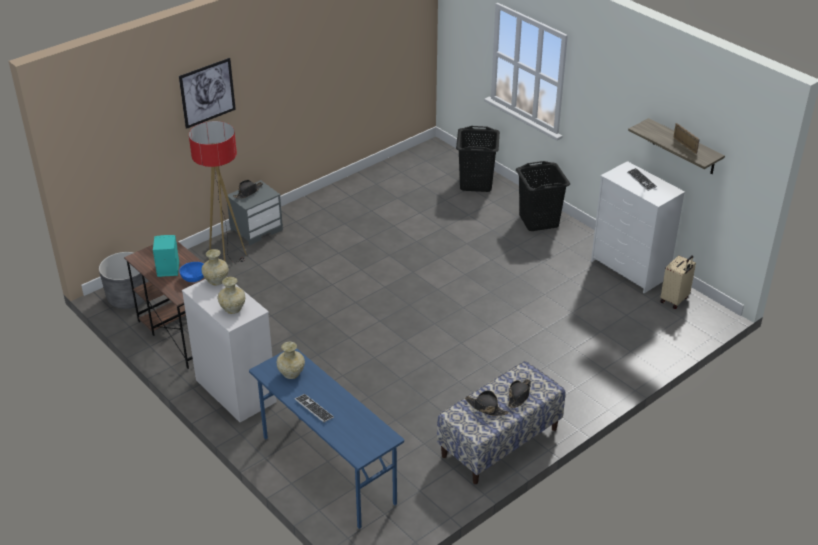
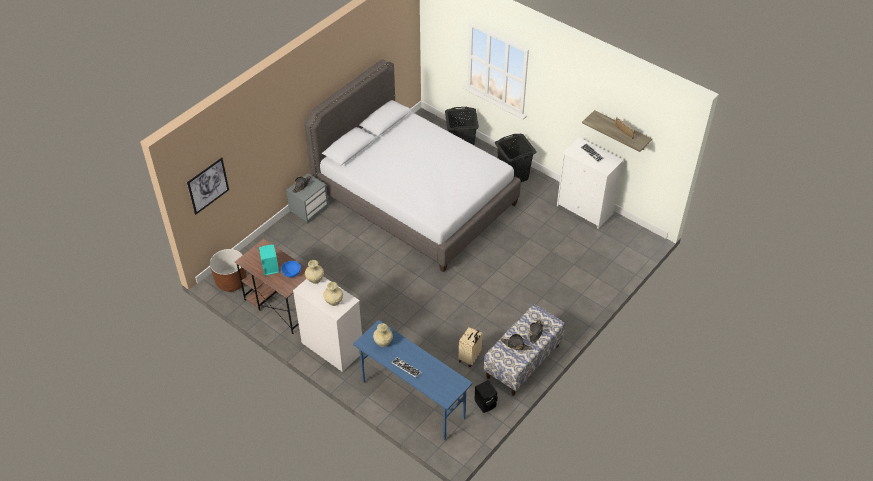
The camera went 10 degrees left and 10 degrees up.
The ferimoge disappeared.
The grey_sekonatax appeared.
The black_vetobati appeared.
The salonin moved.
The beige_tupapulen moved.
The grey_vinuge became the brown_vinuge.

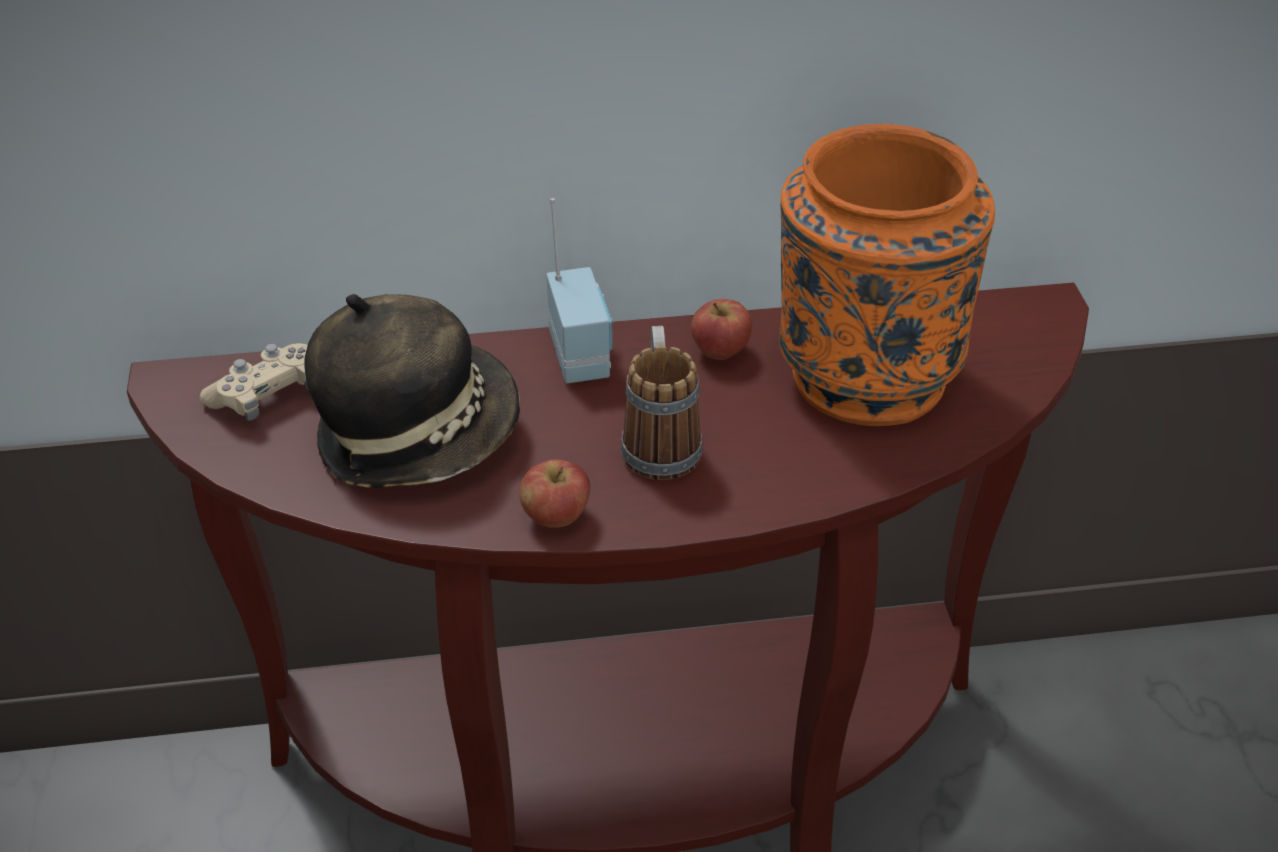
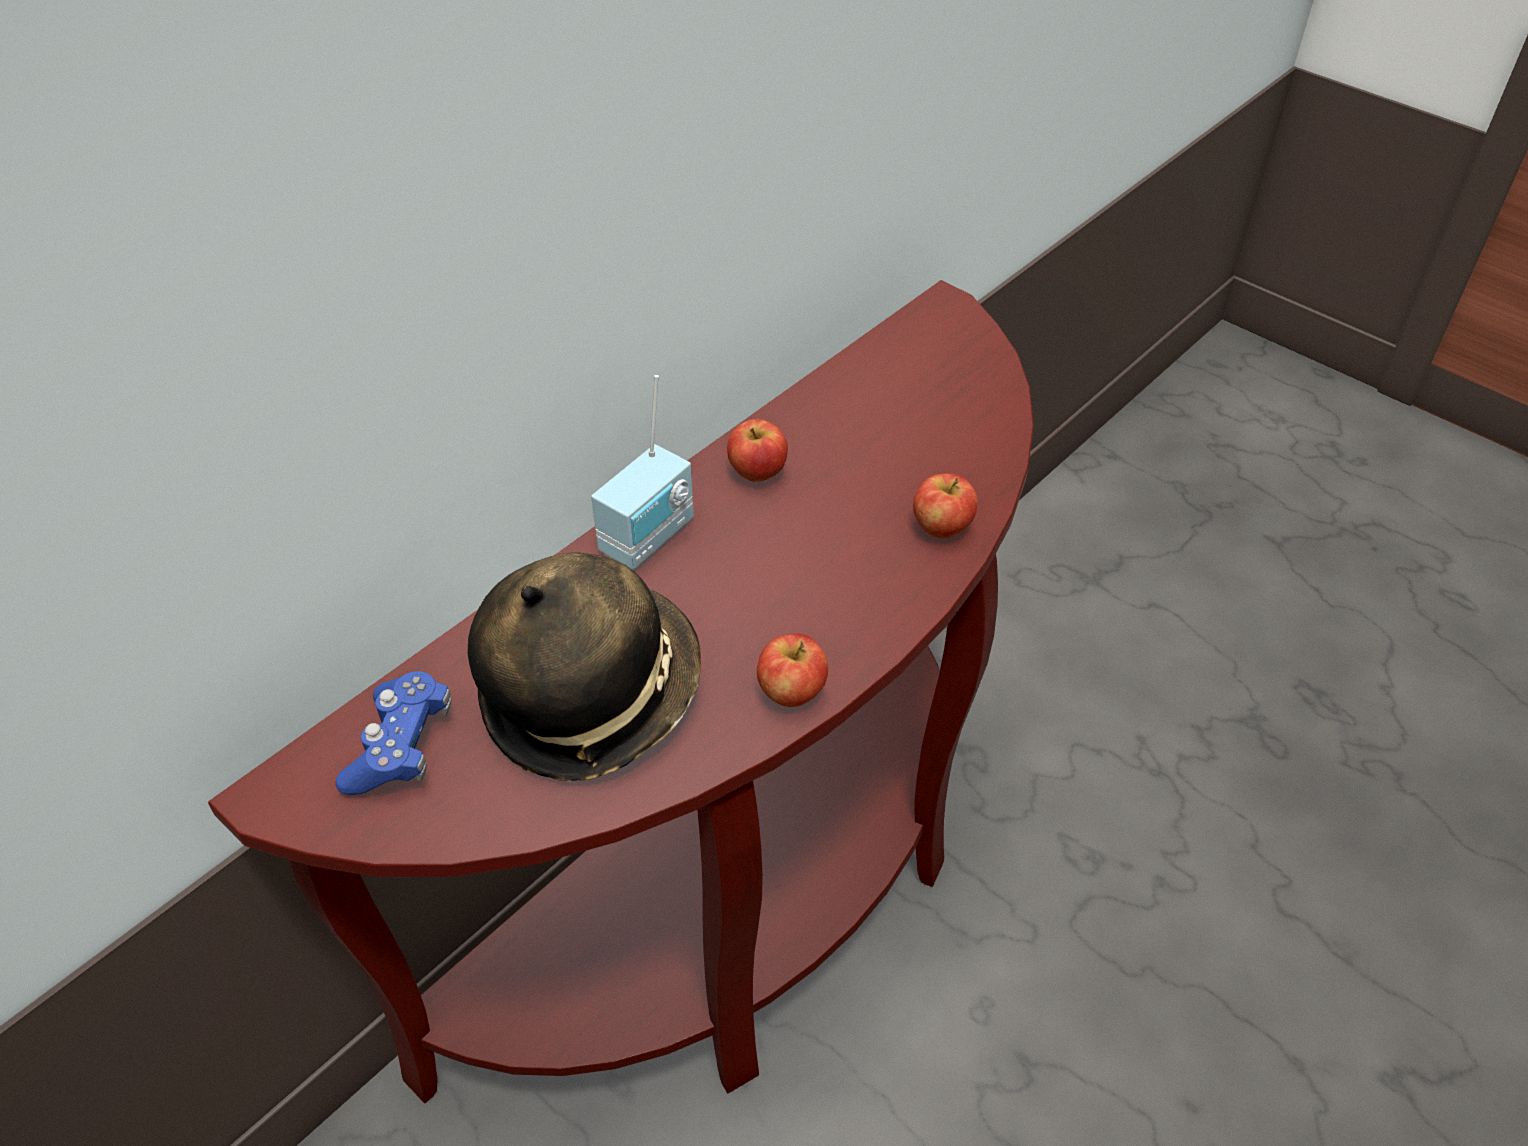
The camera went 40 degrees left and 5 degrees up.
The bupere disappeared.
The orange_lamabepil disappeared.
The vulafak (no. 3 from left) appeared.
The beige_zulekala became the blue_zulekala.
The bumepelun turned 90 degrees clockwise.

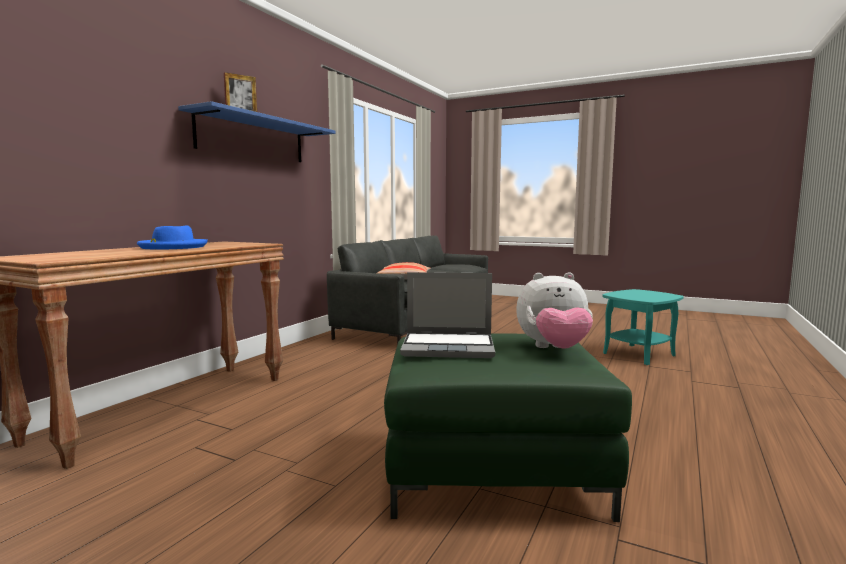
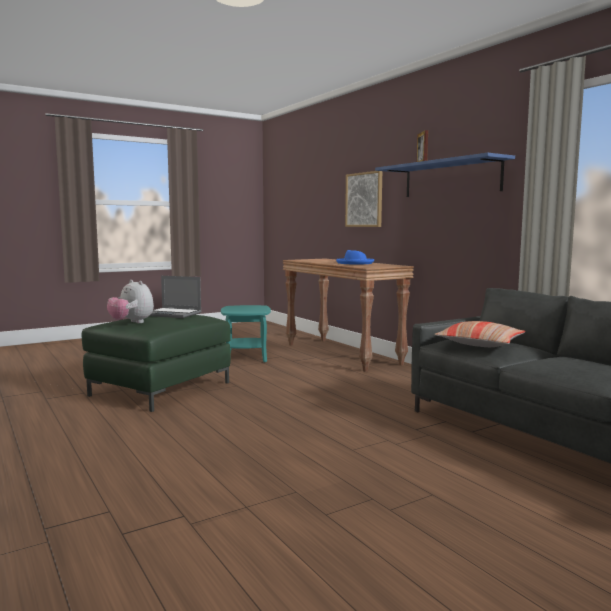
The camera went 120 degrees right and 0 degrees up.
The salonin appeared.
The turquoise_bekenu moved.
The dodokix turned 105 degrees counterclockwise.
The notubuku turned 75 degrees counterclockwise.

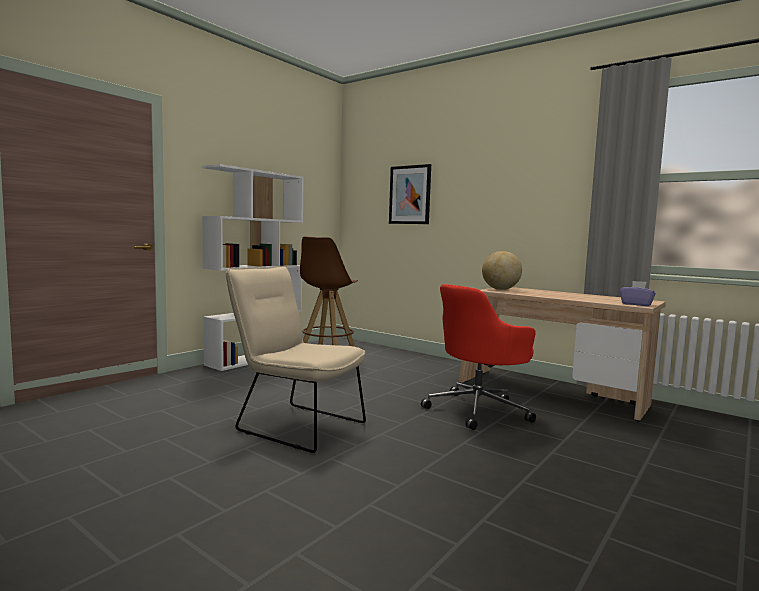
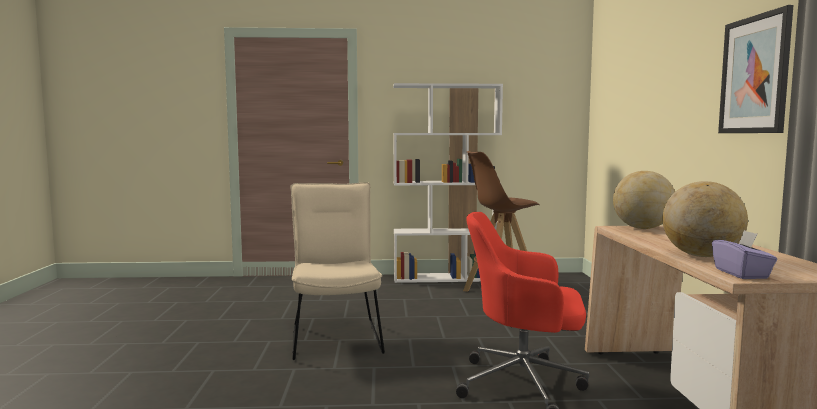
The camera went 50 degrees right and 0 degrees up.
The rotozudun (no. 2 from left) appeared.
The salonin moved.

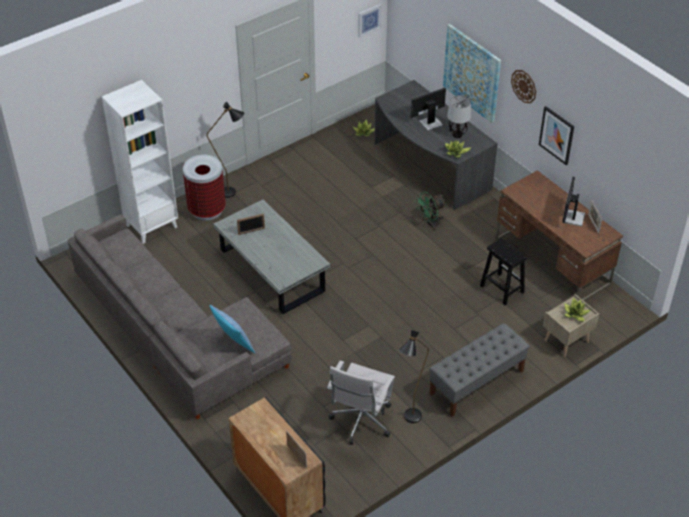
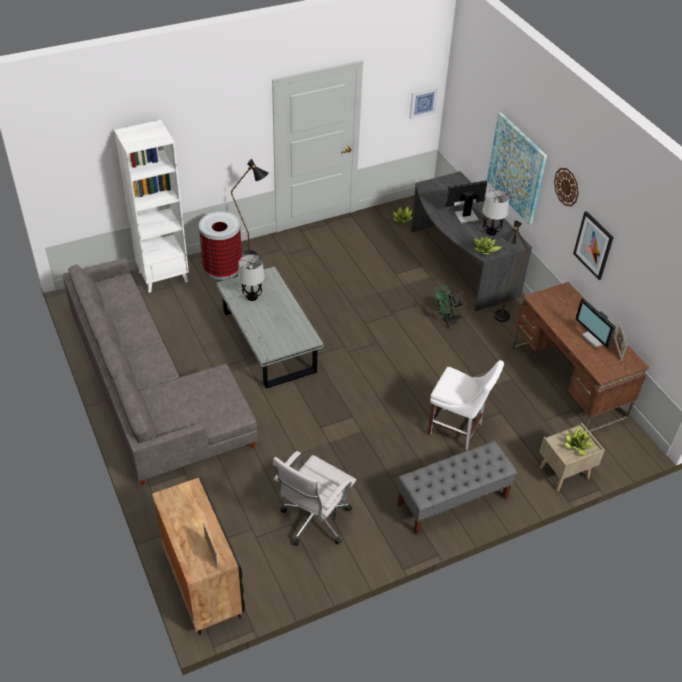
The camera went 10 degrees right and 0 degrees up.
The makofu disappeared.
The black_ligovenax disappeared.
The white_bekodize appeared.
The black_ferimoge (no. 2 from left) moved.
The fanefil (no. 1 from left) was replaced by the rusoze (no. 1 from left).
The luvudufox (no. 2 from left) turned 60 degrees counterclockwise.

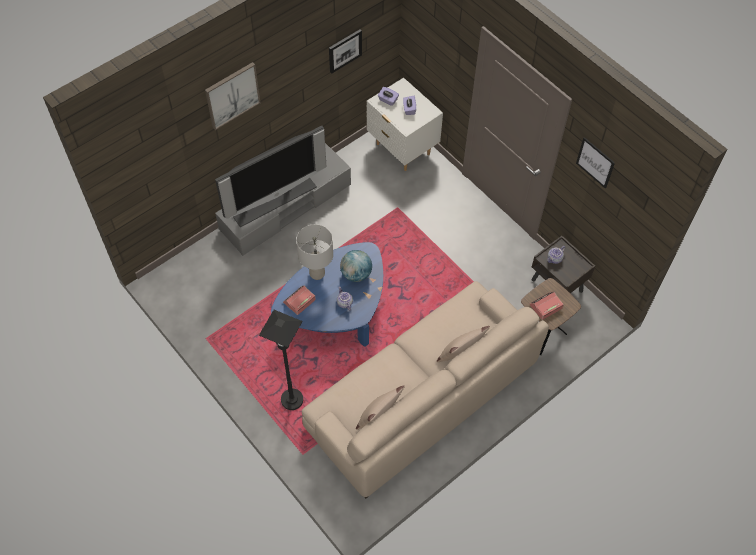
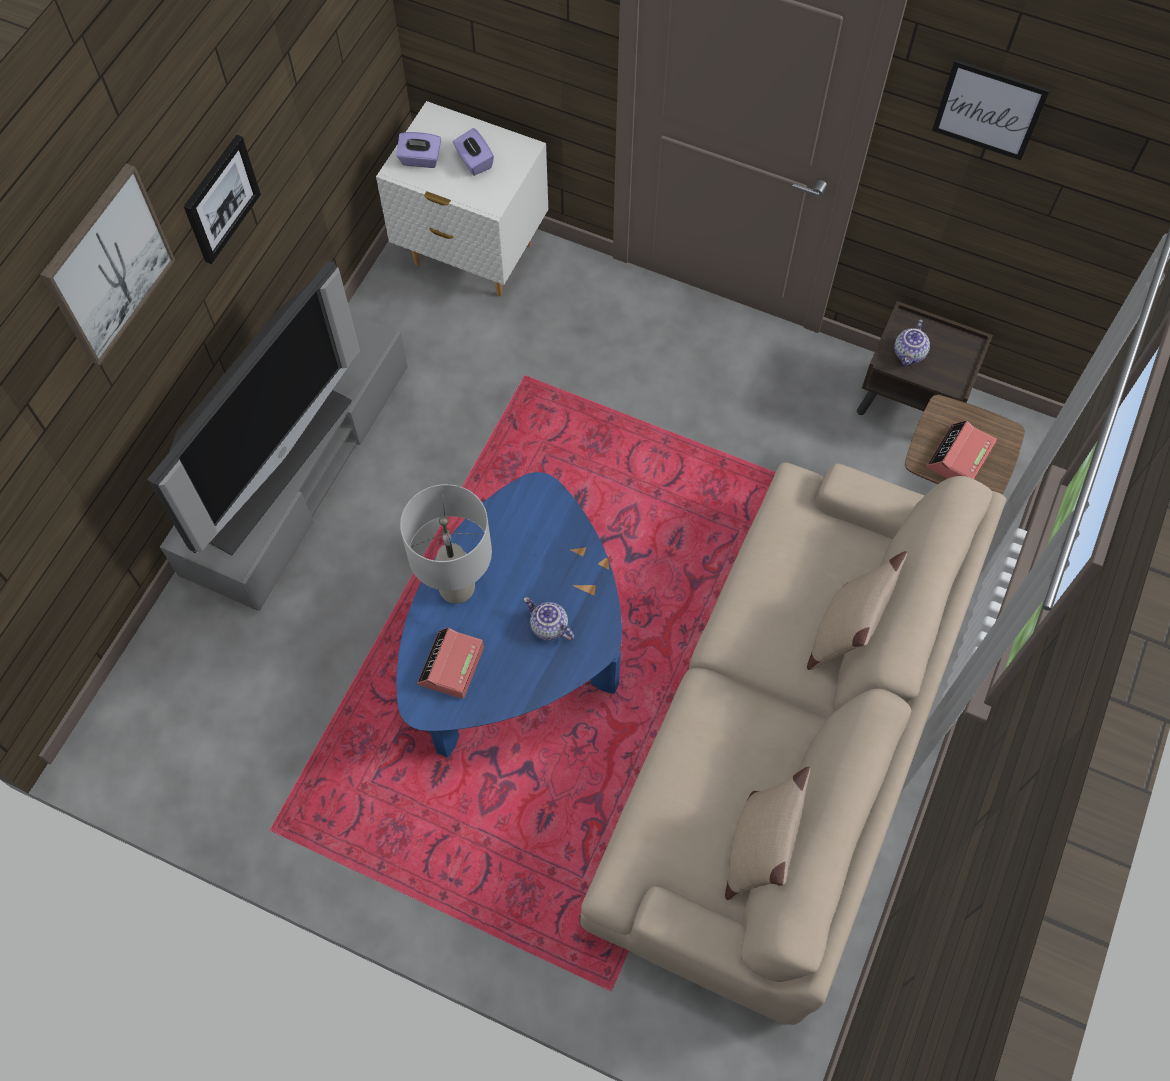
The camera went 25 degrees left and 5 degrees up.
The black_ferimoge disappeared.
The rotozudun disappeared.
The salonin (no. 2 from left) moved.

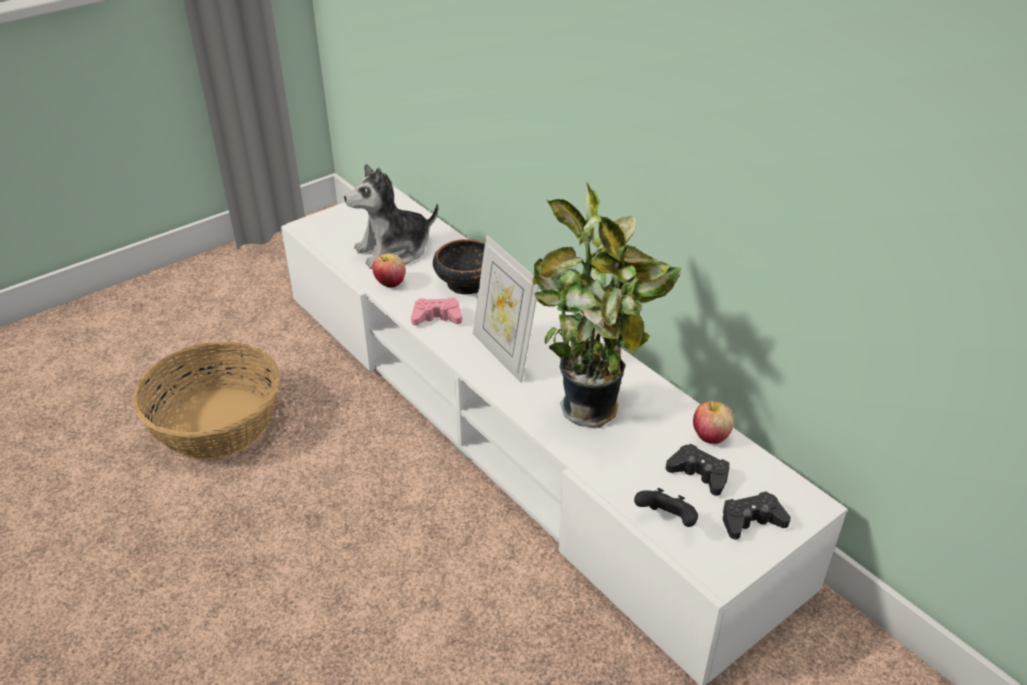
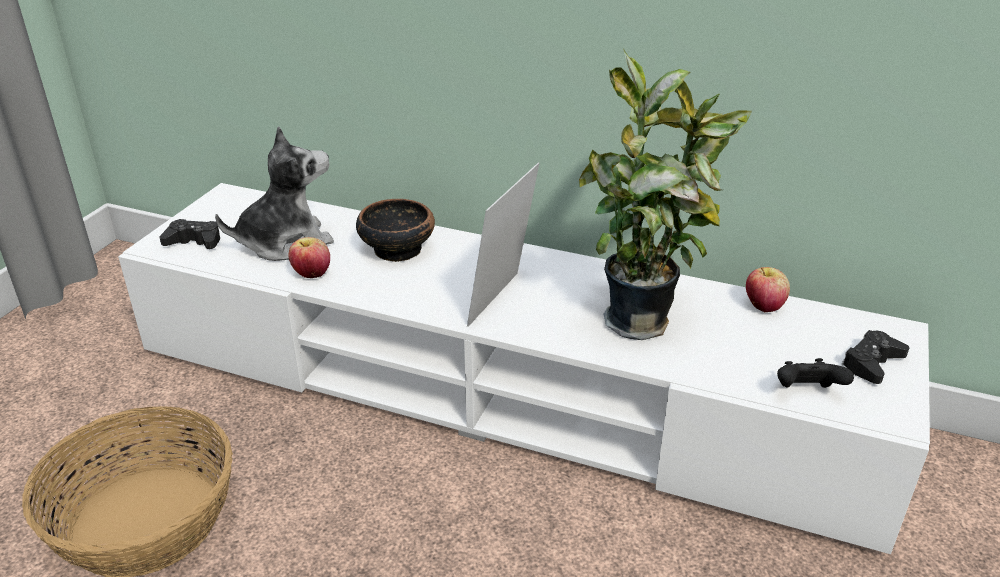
The camera went 30 degrees left and 5 degrees down.
The pink_zulekala disappeared.
The black_zulekala (no. 2 from left in the first image) moved.
The notubuku turned 150 degrees counterclockwise.
The fanefil turned 90 degrees clockwise.

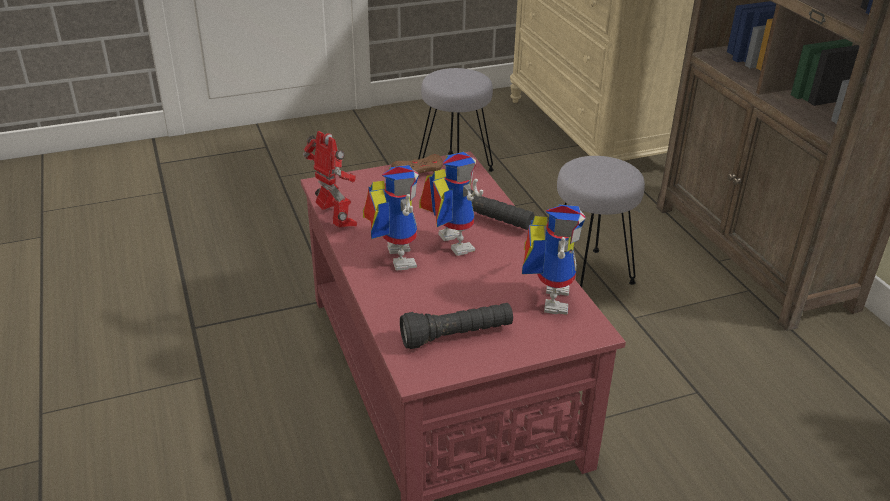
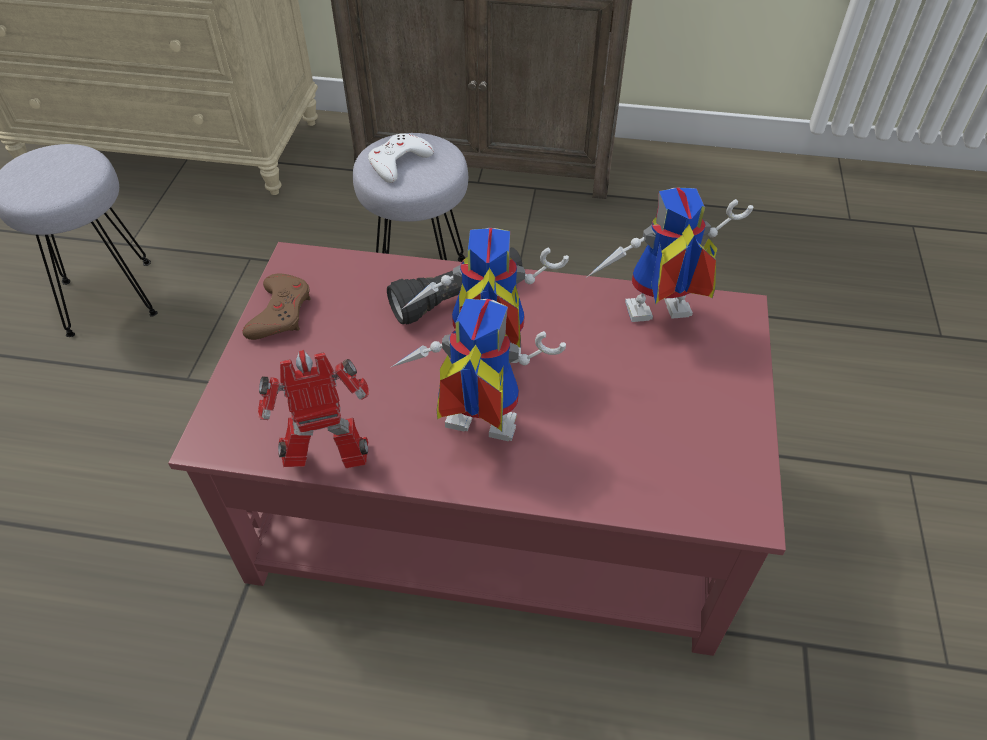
The camera went 60 degrees left and 15 degrees up.
The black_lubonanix (no. 1 from left) disappeared.
The white_zulekala appeared.
The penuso (no. 4 from left) turned 45 degrees counterclockwise.

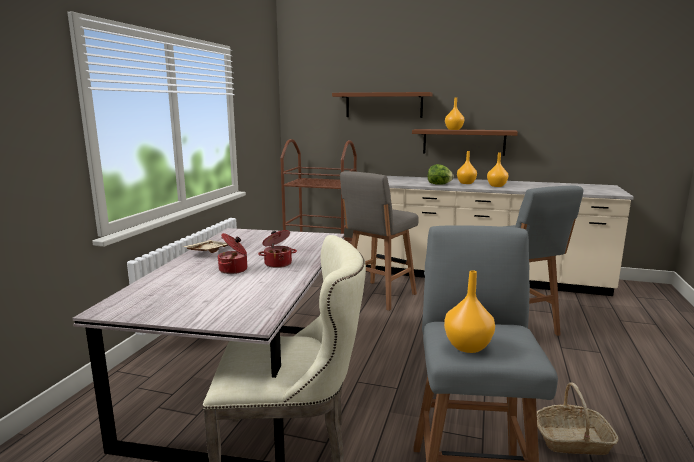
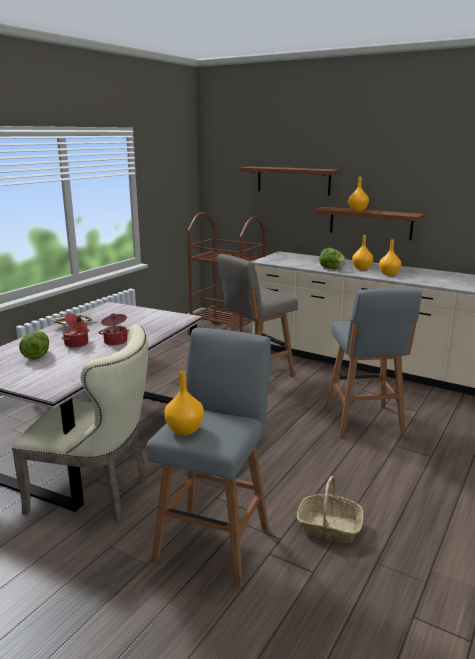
The camera went 15 degrees right and 5 degrees up.
The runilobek (no. 1 from left) appeared.

